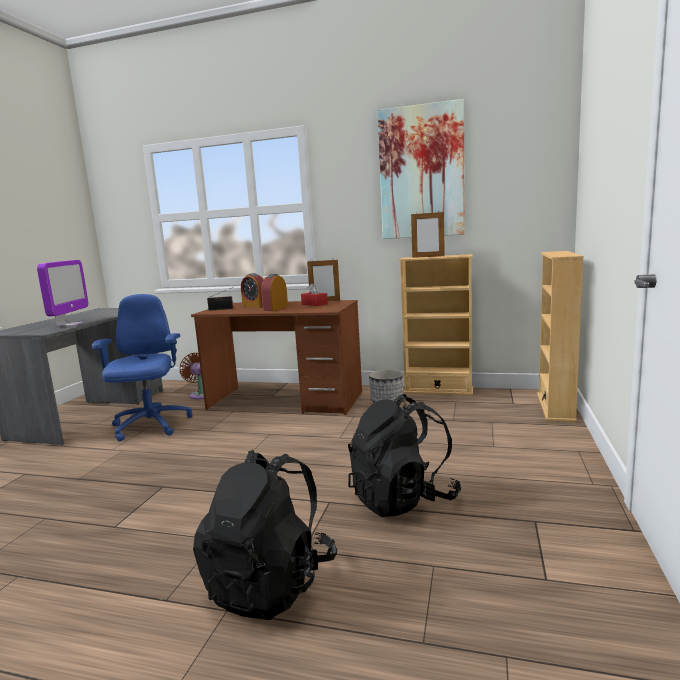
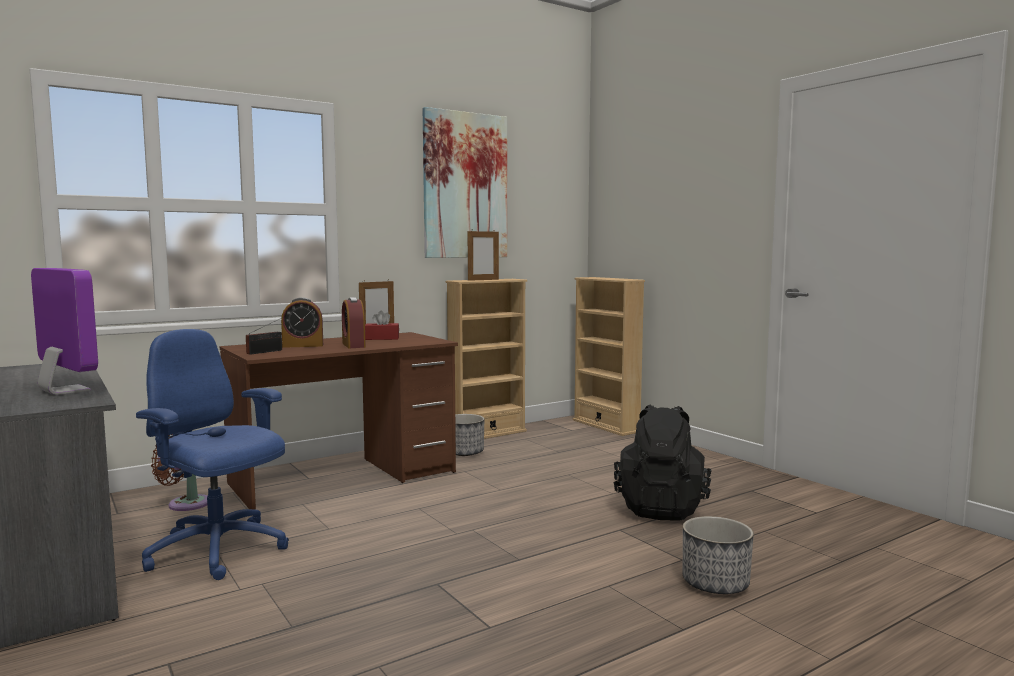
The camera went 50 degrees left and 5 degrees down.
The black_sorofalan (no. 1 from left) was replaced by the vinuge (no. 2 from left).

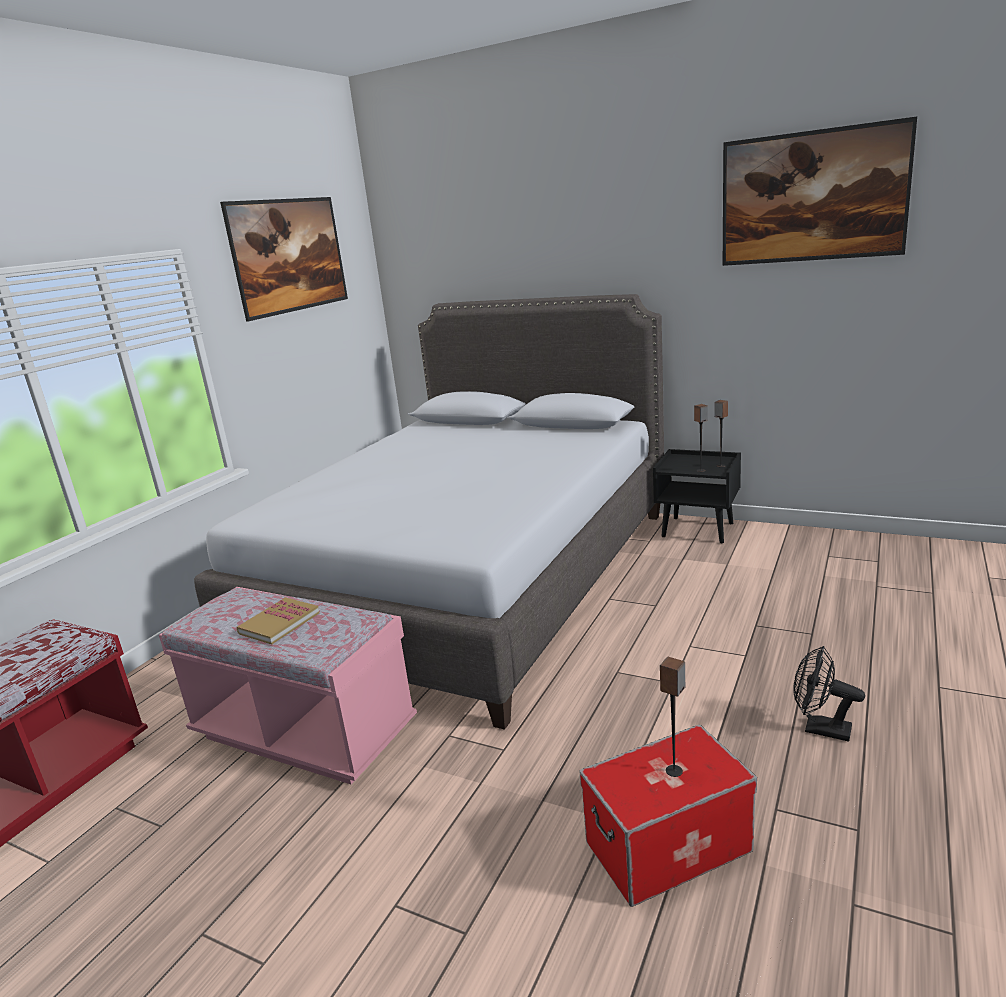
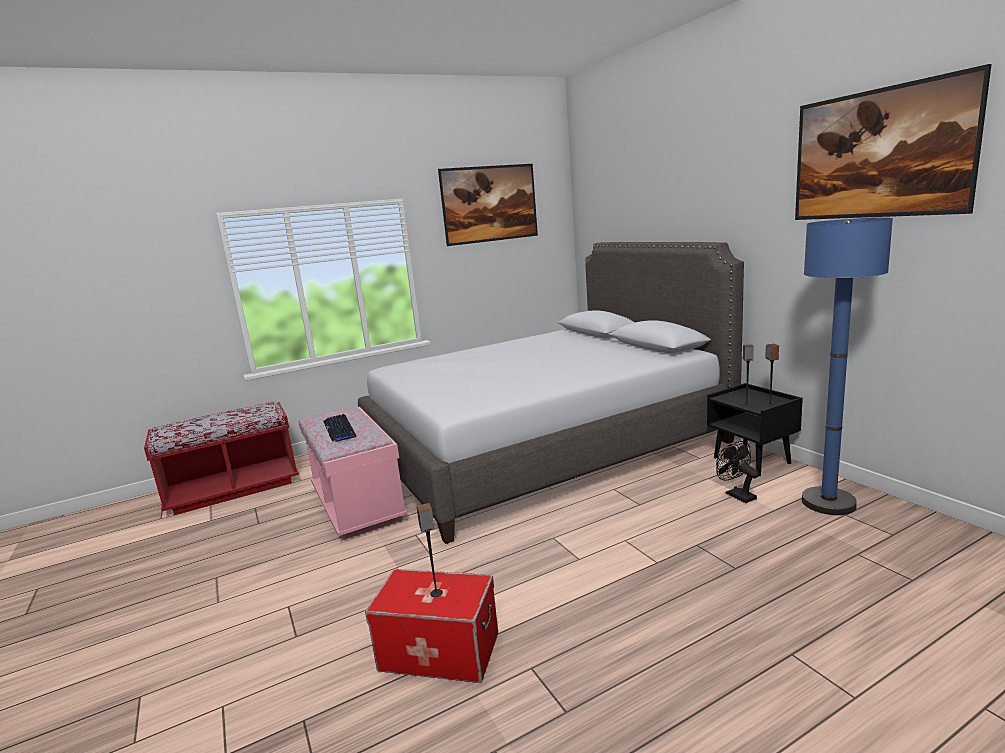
The camera went 35 degrees right and 5 degrees down.
The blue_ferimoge appeared.
The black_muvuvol moved.
The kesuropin was replaced by the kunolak.

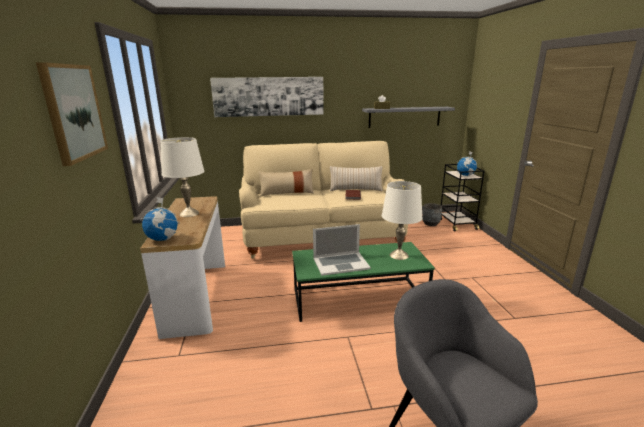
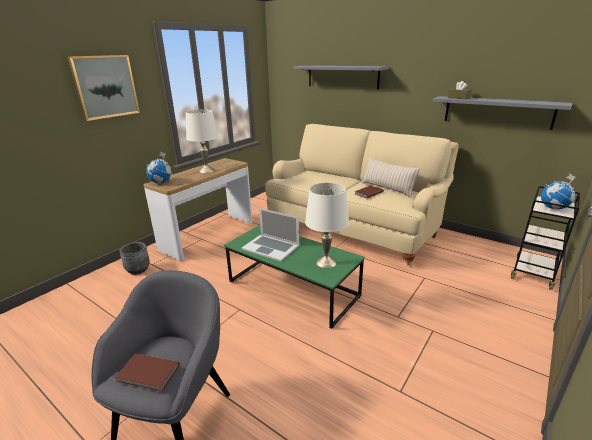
The camera went 45 degrees right and 5 degrees up.
The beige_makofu (no. 1 from left) disappeared.
The brown_kesuropin (no. 1 from left) appeared.
The grey_vinuge moved.
The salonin (no. 2 from left) was replaced by the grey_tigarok (no. 1 from left).

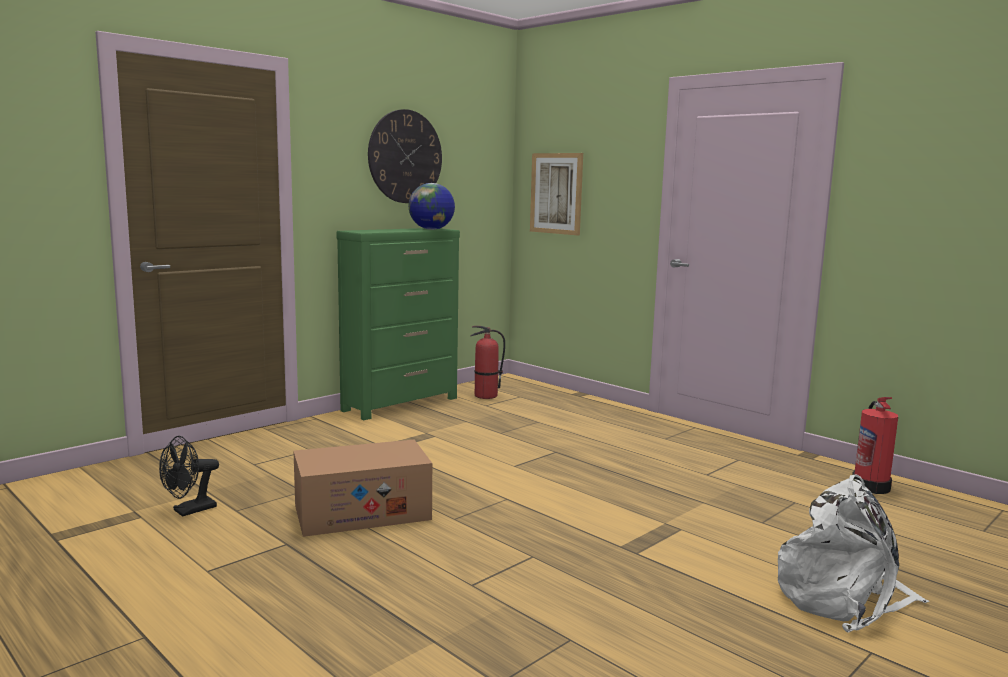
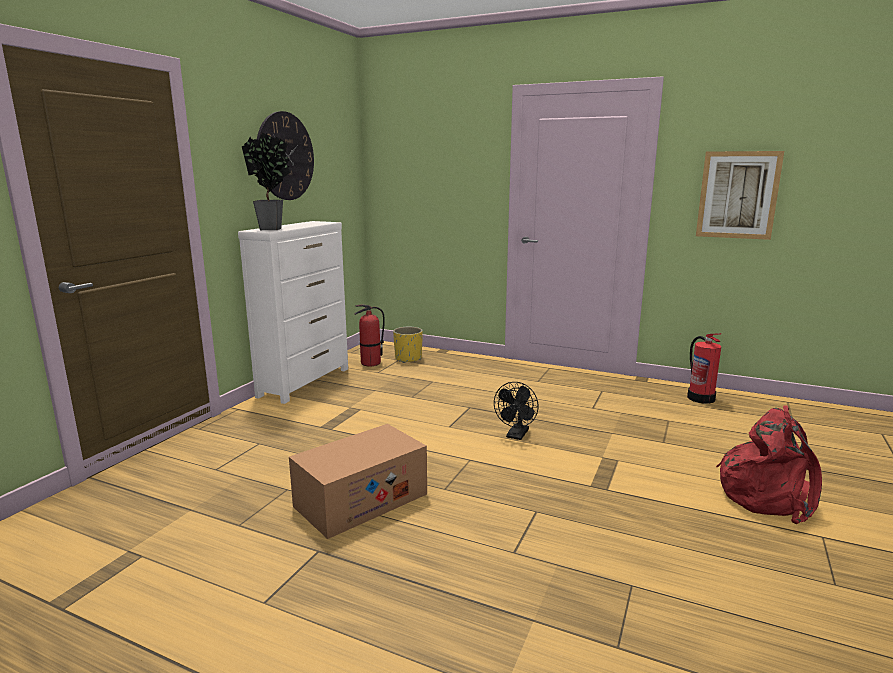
The camera went 20 degrees left and 5 degrees up.
The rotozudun disappeared.
The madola appeared.
The yellow_vinuge appeared.
The black_muvuvol moved.
The salonin moved.
The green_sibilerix became the white_sibilerix.
The white_sorofalan became the red_sorofalan.

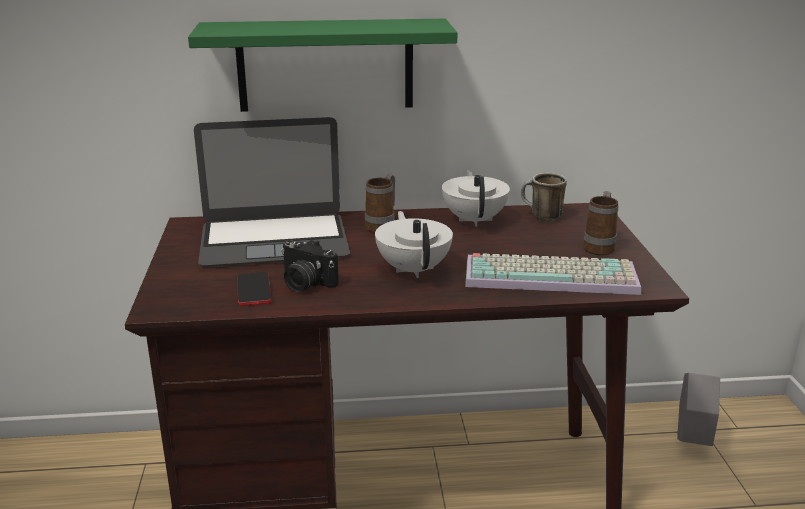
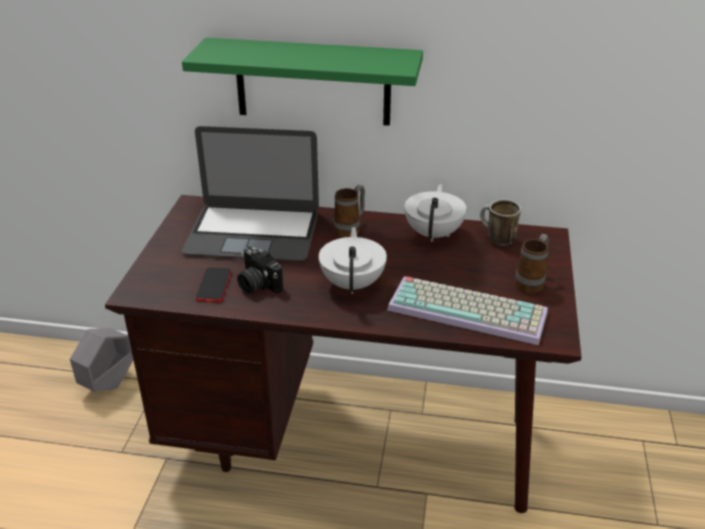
The camera went 15 degrees right and 10 degrees up.
The grey_vinuge moved.

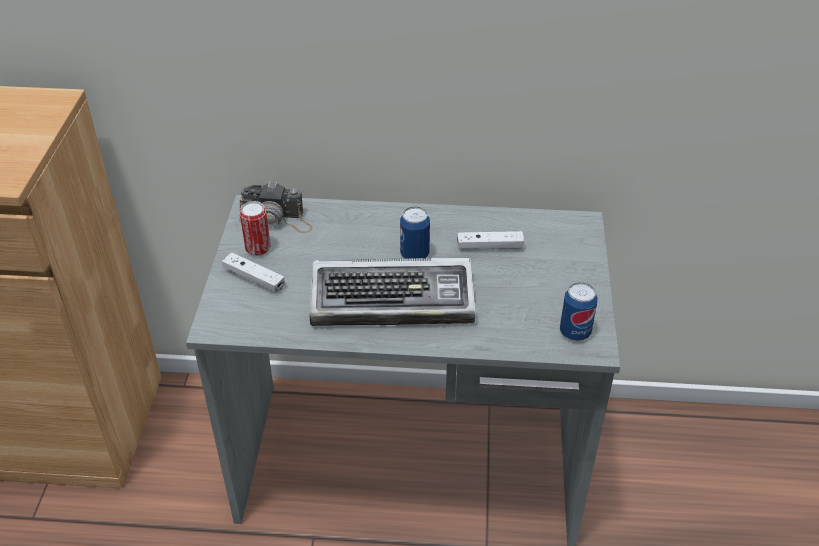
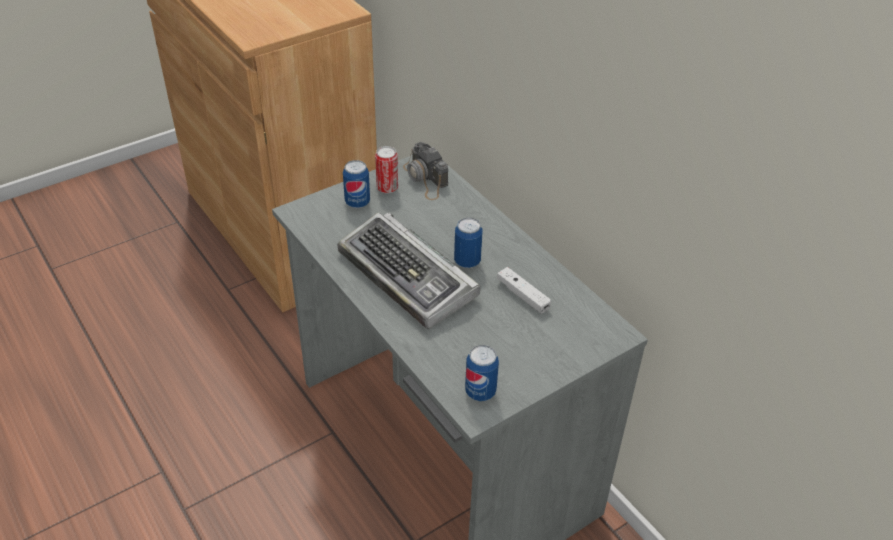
The camera went 50 degrees right and 0 degrees up.
The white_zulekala (no. 1 from left) was replaced by the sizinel (no. 1 from left).

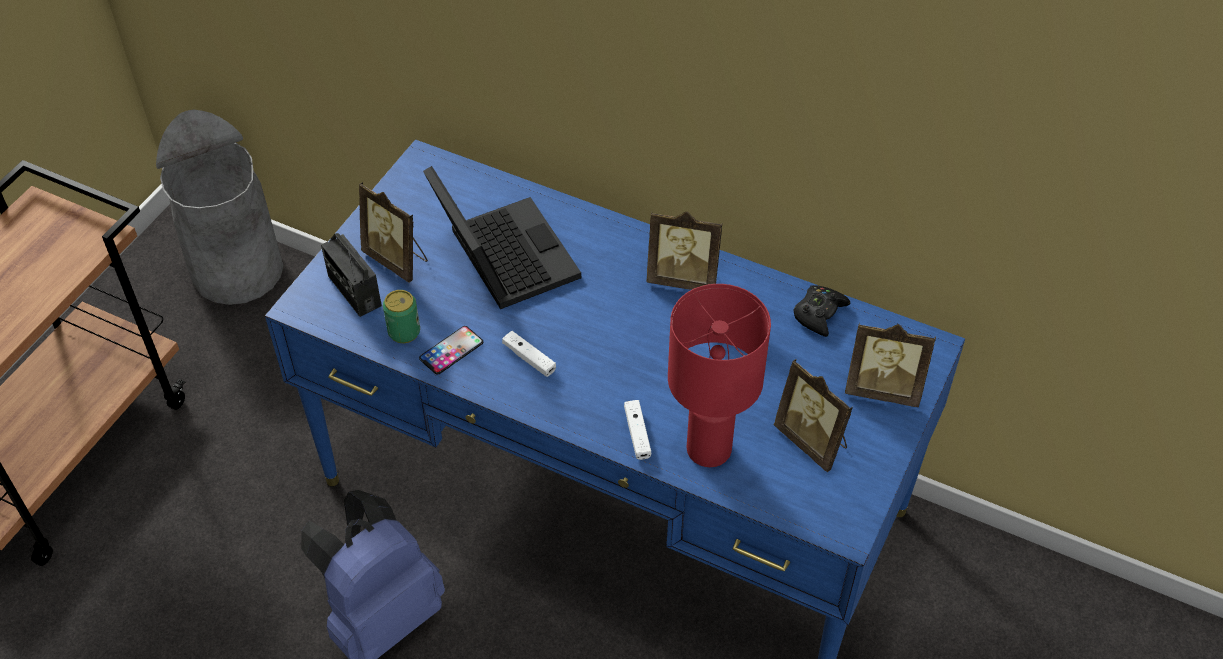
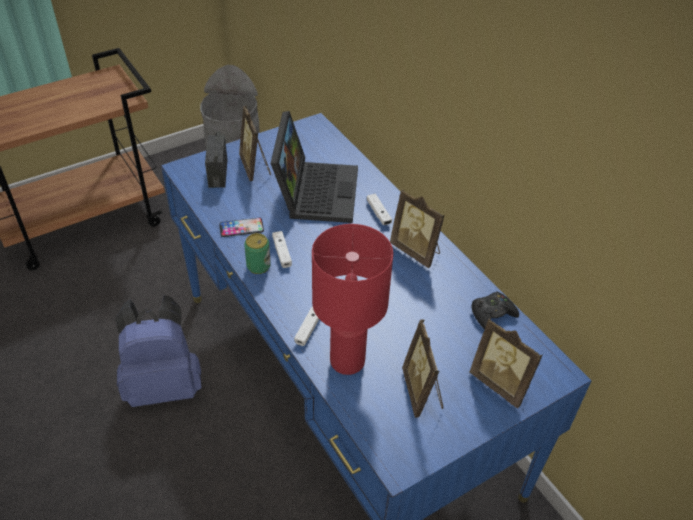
The camera went 30 degrees right and 5 degrees down.
The white_zulekala (no. 3 from left) appeared.
The sizinel moved.

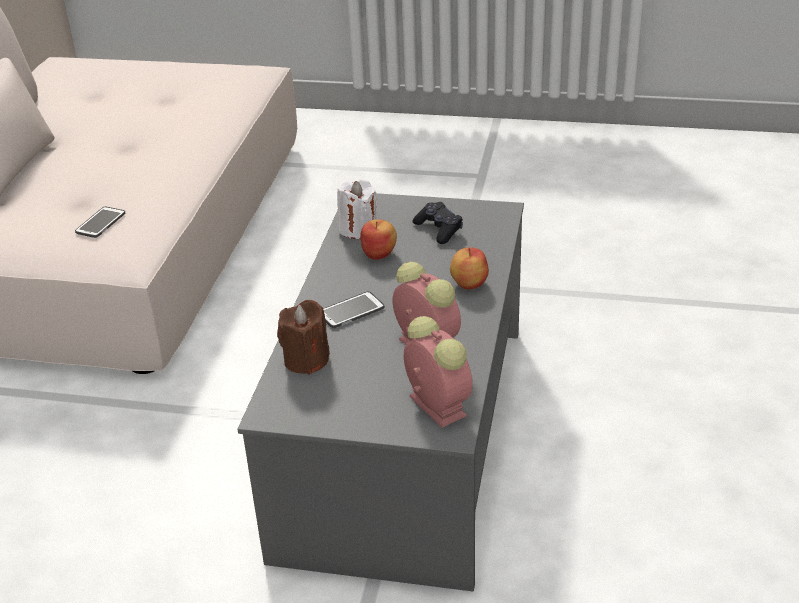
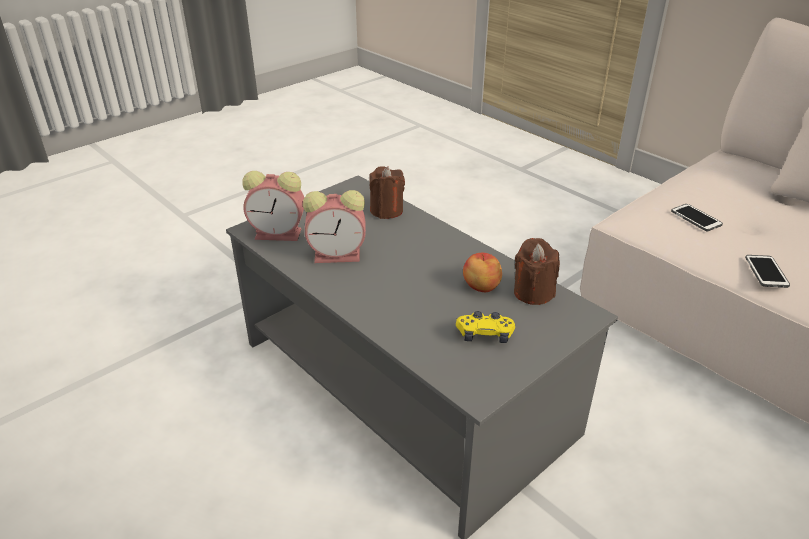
The camera went 125 degrees right and 0 degrees up.
The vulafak (no. 2 from left) disappeared.
The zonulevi (no. 2 from left) moved.
The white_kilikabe became the brown_kilikabe (no. 2 from left).
The black_zulekala became the yellow_zulekala.

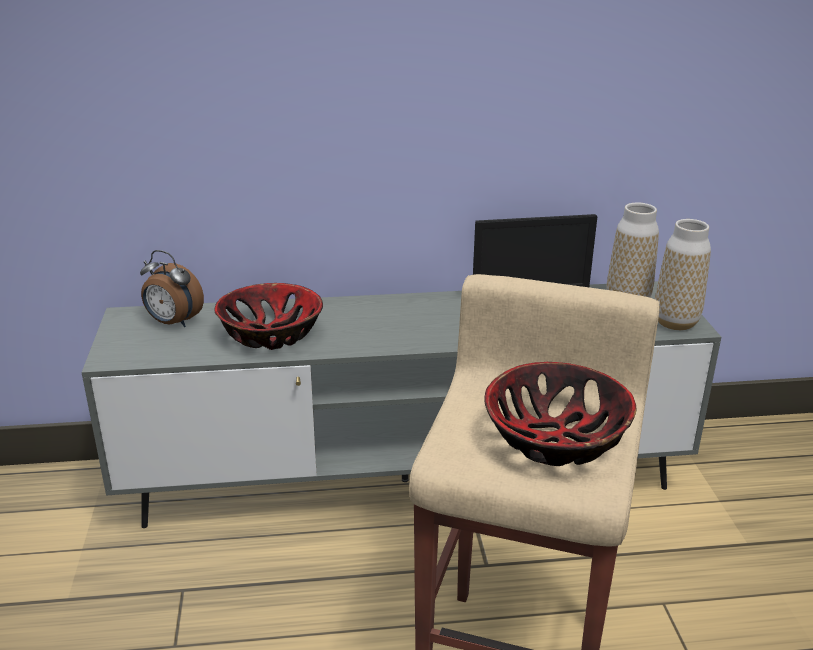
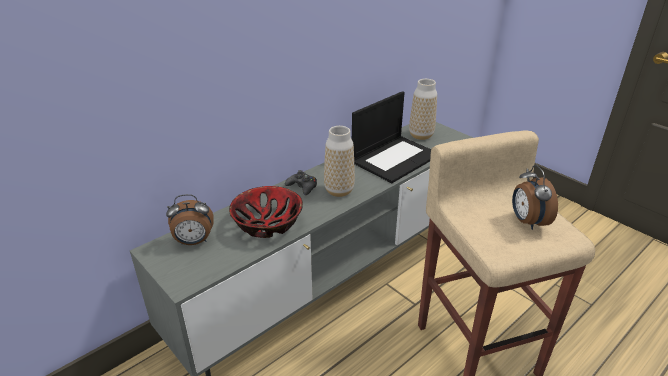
The camera went 35 degrees left and 5 degrees up.
The black_zulekala appeared.
The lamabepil (no. 2 from left in the first image) moved.
The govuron (no. 2 from left) was replaced by the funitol (no. 2 from left).

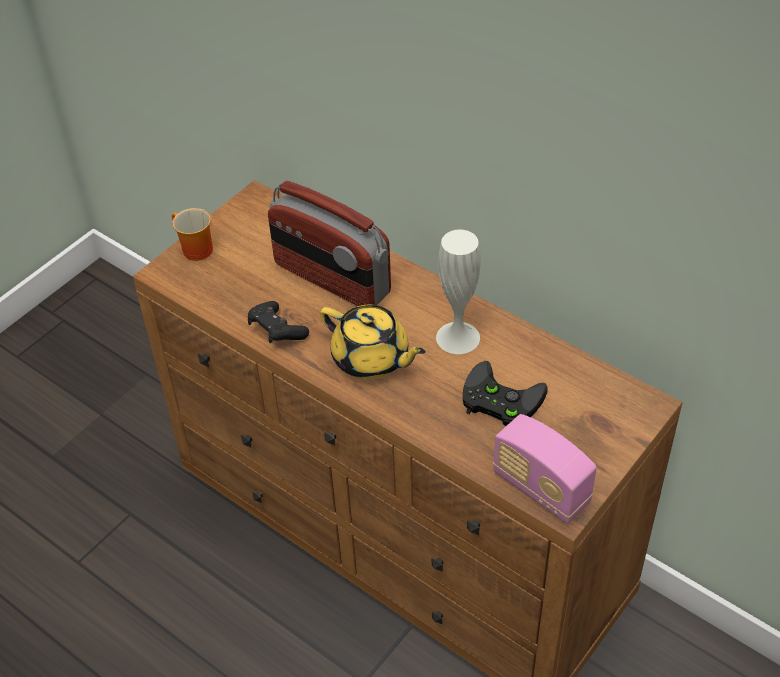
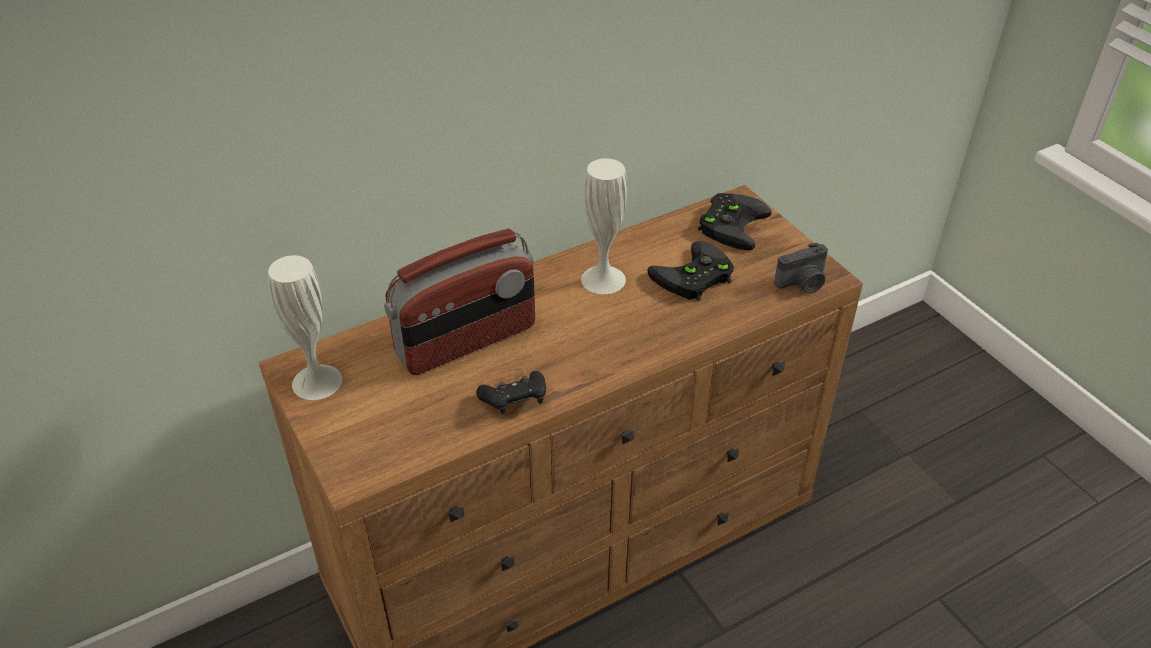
The camera went 70 degrees left and 5 degrees down.
The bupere disappeared.
The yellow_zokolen disappeared.
The white_lamabepil (no. 1 from left) appeared.
The black_zulekala (no. 3 from left) appeared.
The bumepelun (no. 2 from left) was replaced by the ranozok.

